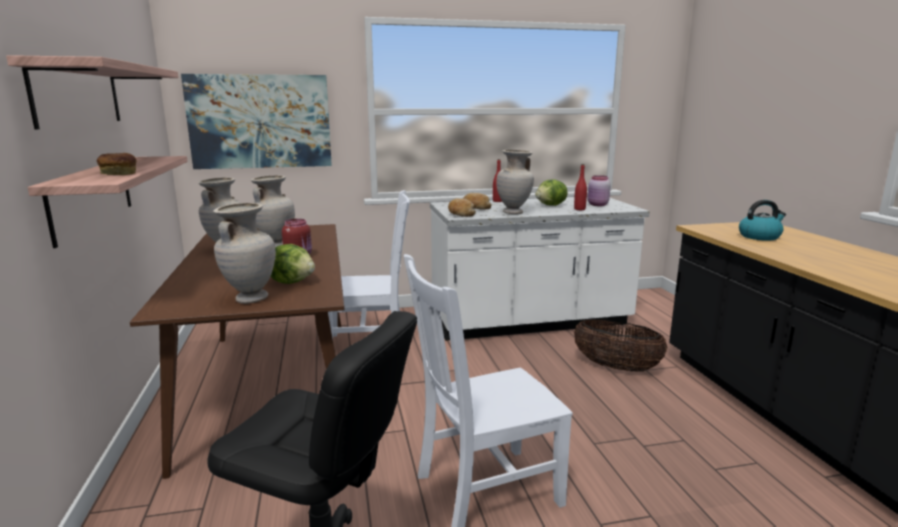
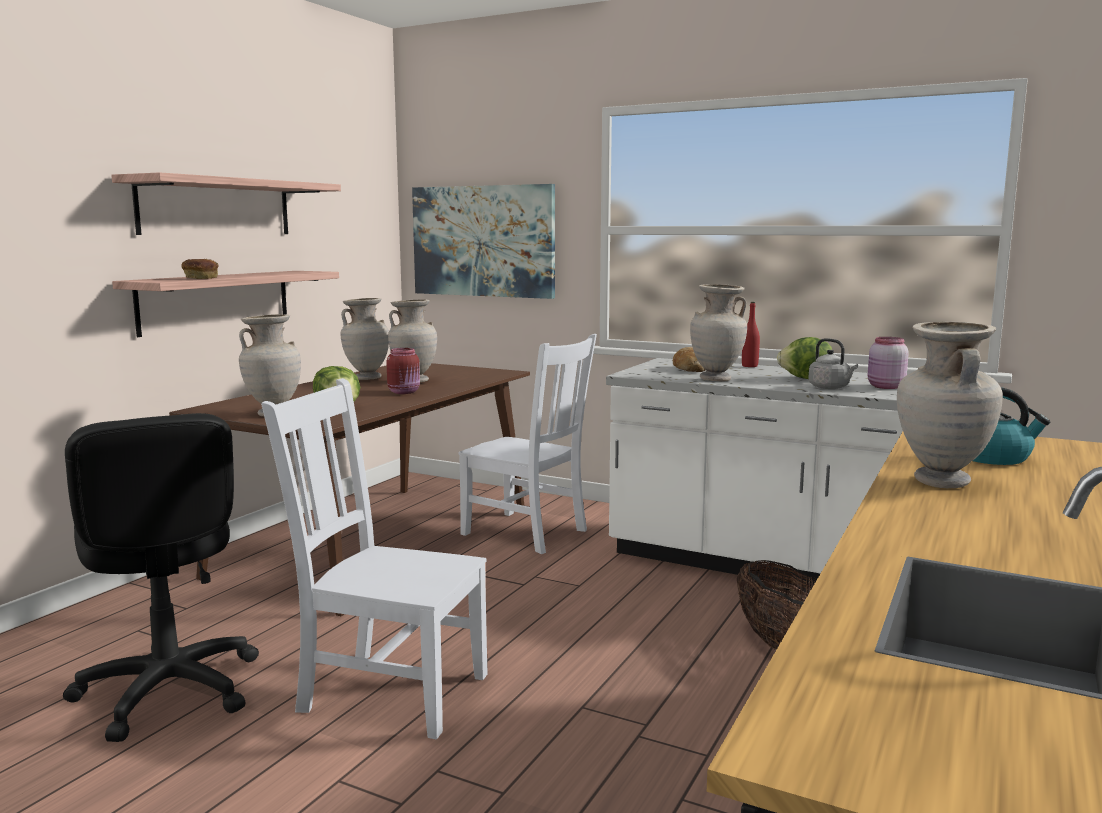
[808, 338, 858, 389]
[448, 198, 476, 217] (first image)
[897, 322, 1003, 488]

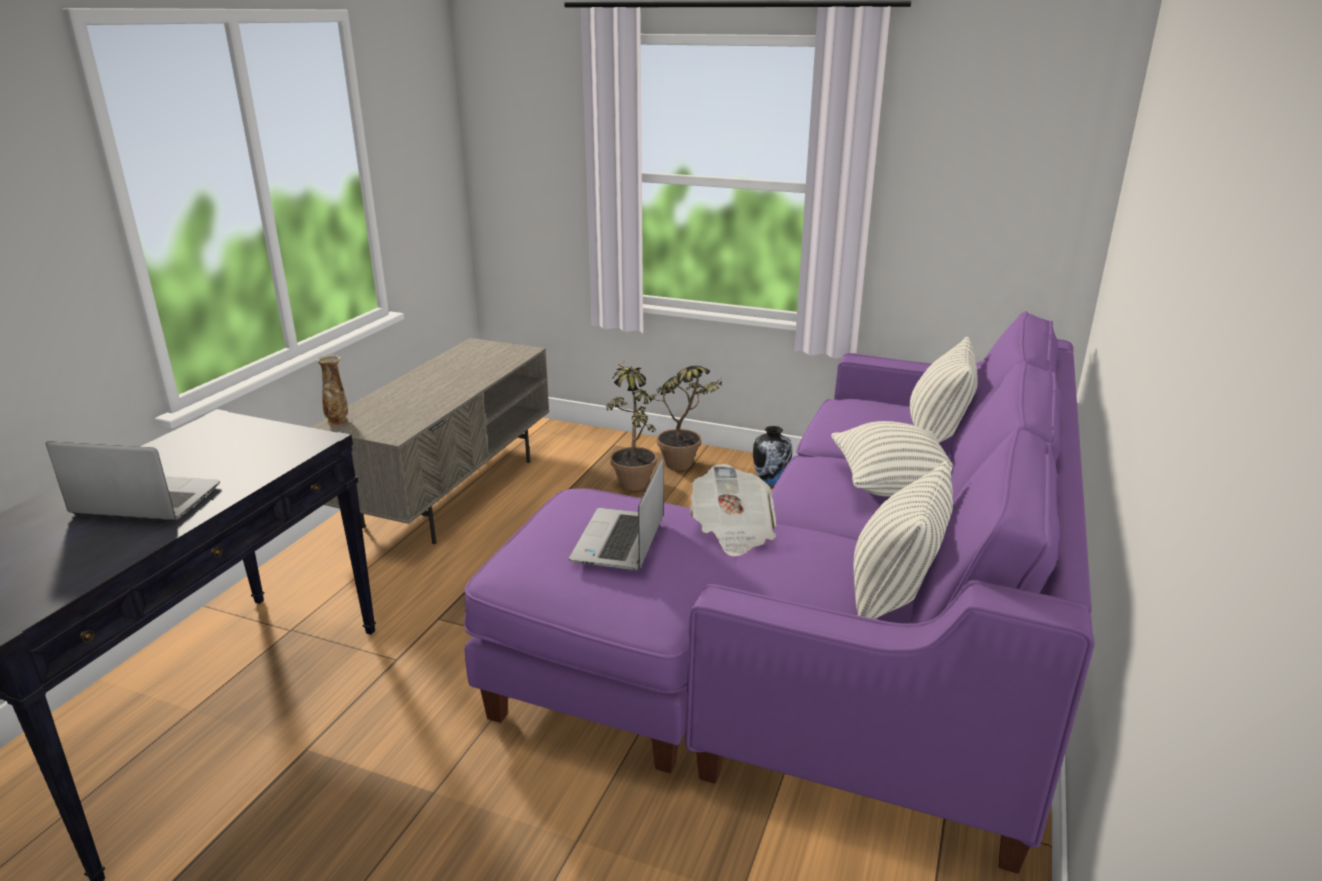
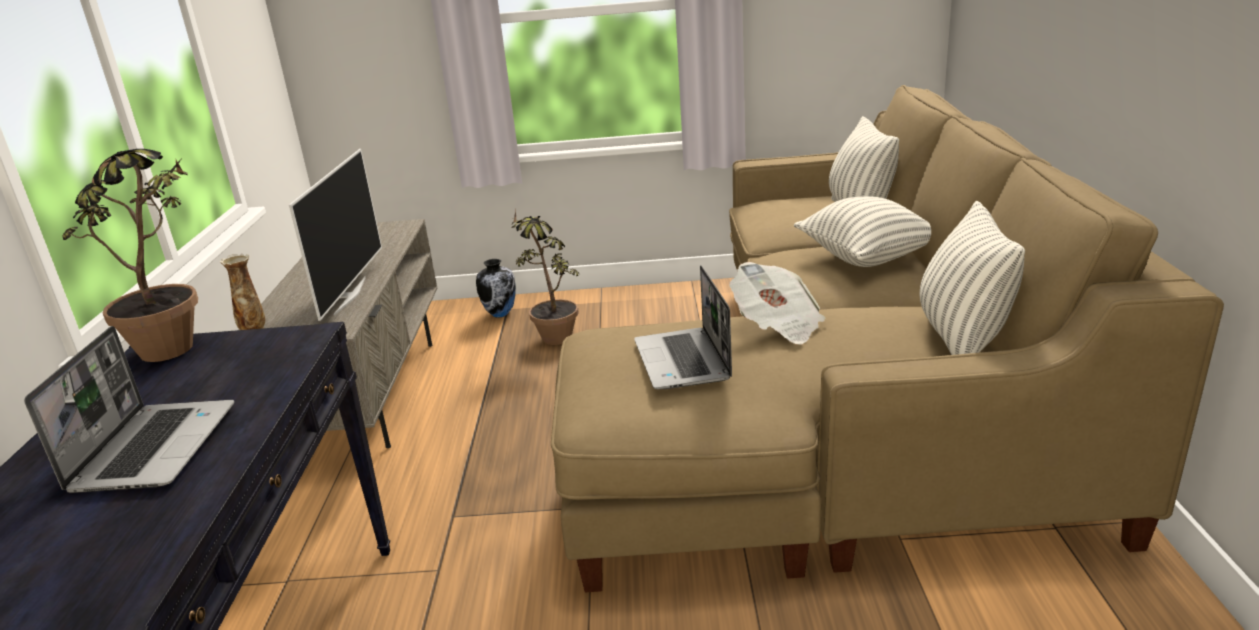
[551, 85, 1224, 592]
[62, 149, 198, 362]
[476, 259, 516, 318]
[24, 326, 234, 493]
[289, 149, 382, 321]

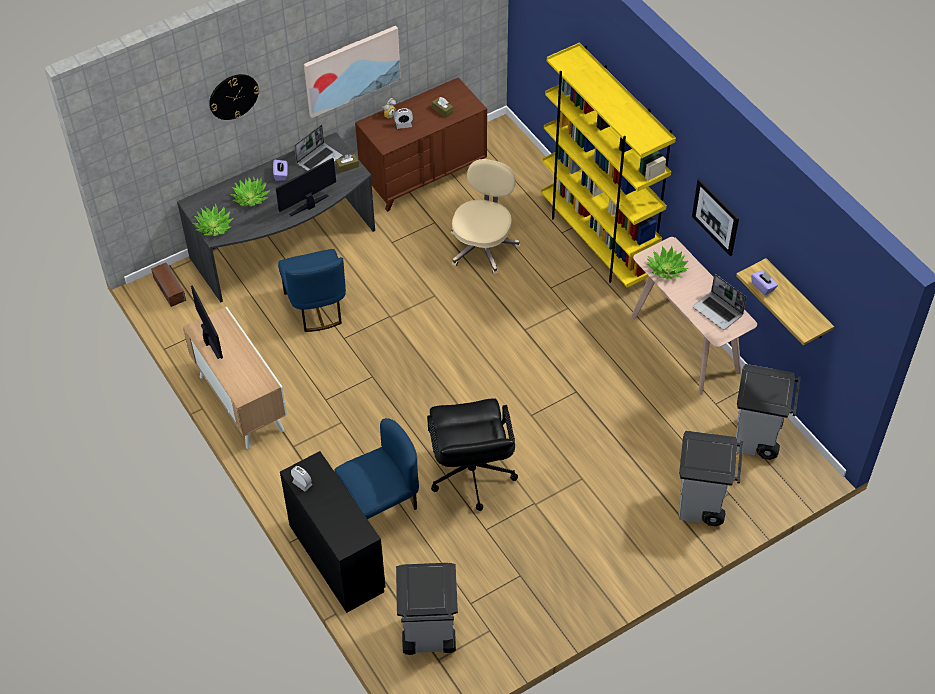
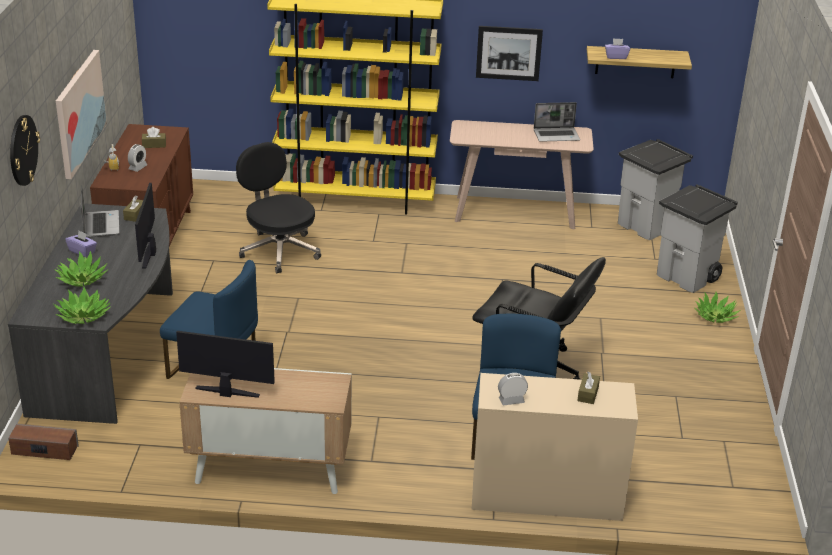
[236, 142, 321, 273]
[694, 292, 740, 323]
[472, 373, 638, 521]
[396, 563, 458, 655] (first image)
[577, 372, 600, 404]

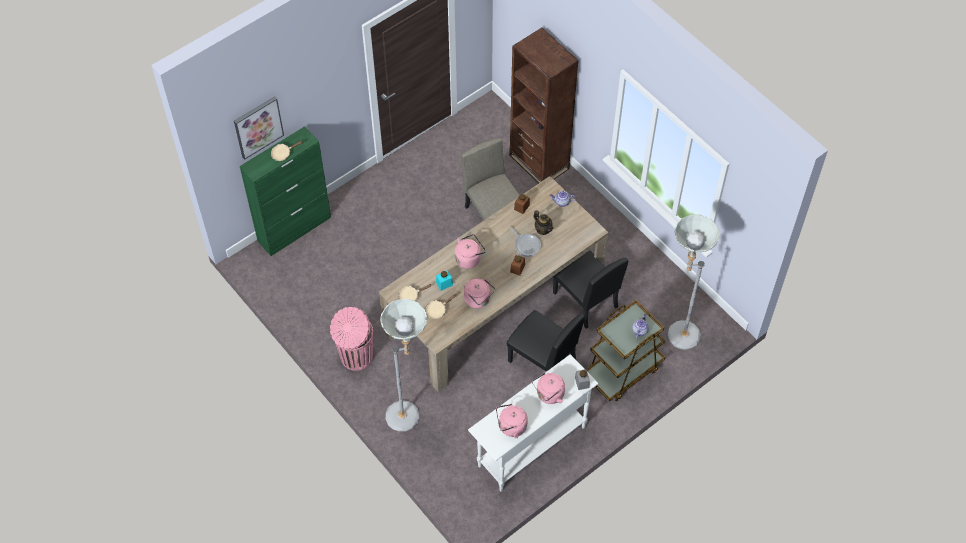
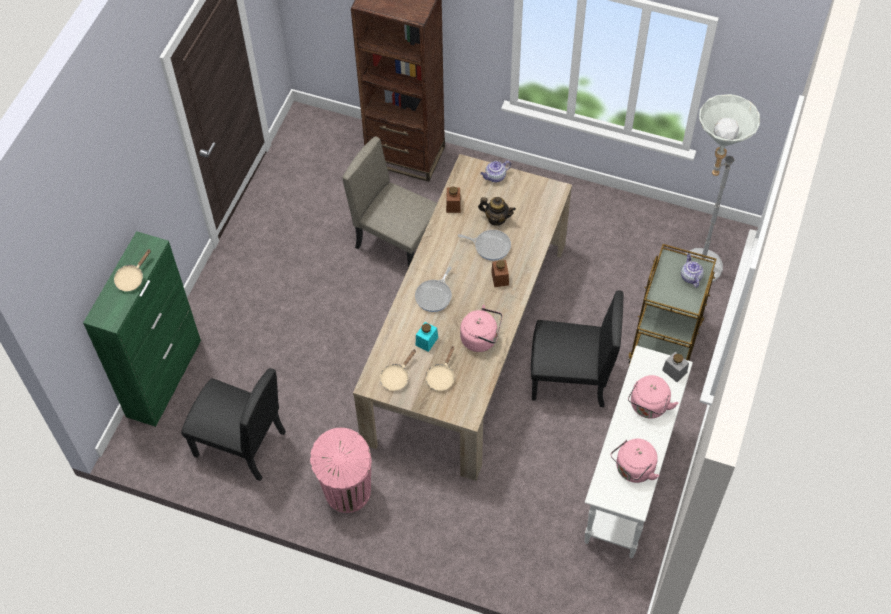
[234, 96, 284, 160] (first image)
[415, 267, 452, 312]
[181, 368, 286, 481]
[381, 299, 427, 432] (first image)

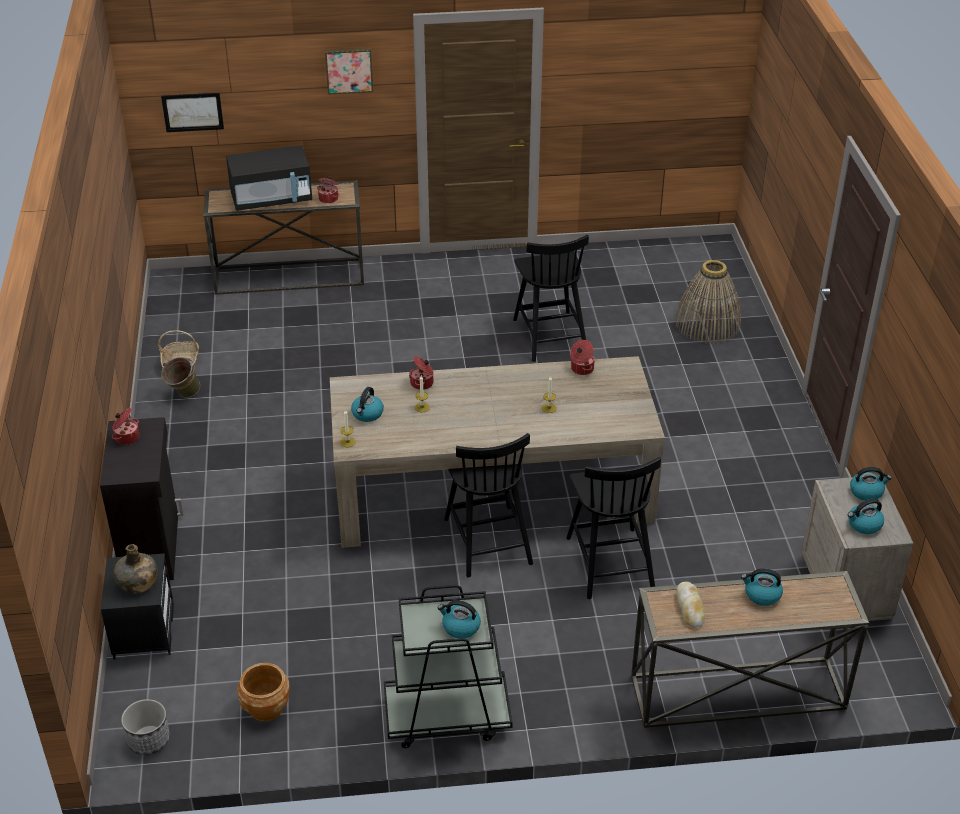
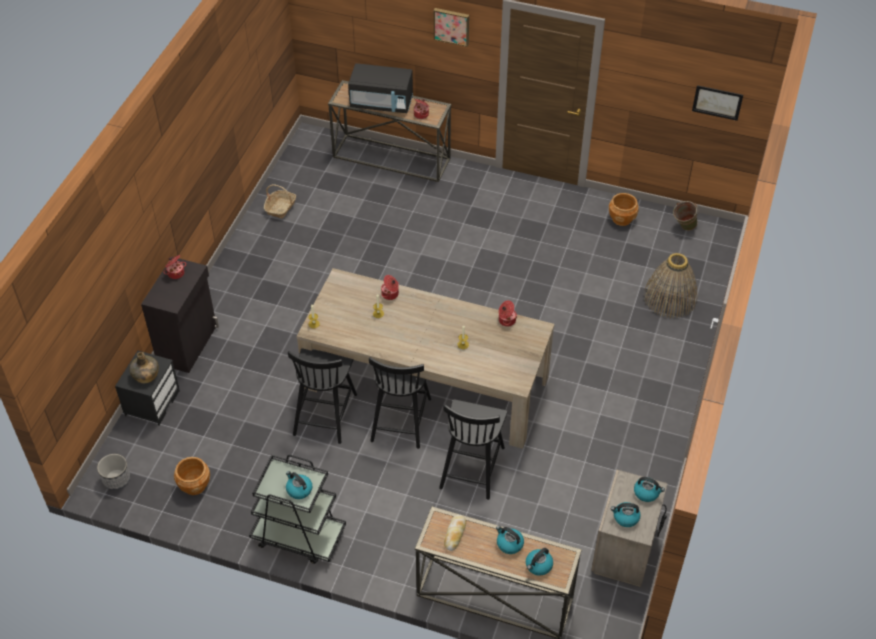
[692, 85, 743, 121]
[288, 348, 357, 444]
[673, 201, 699, 231]
[526, 548, 553, 576]
[609, 193, 639, 226]

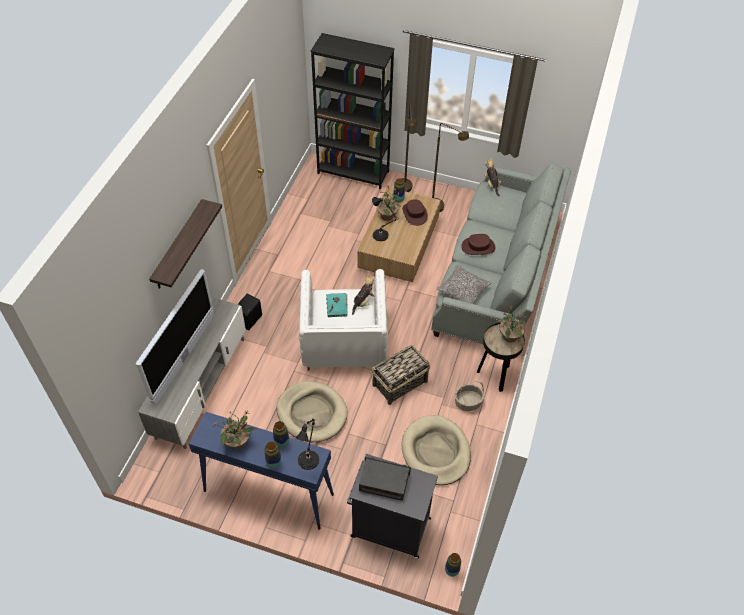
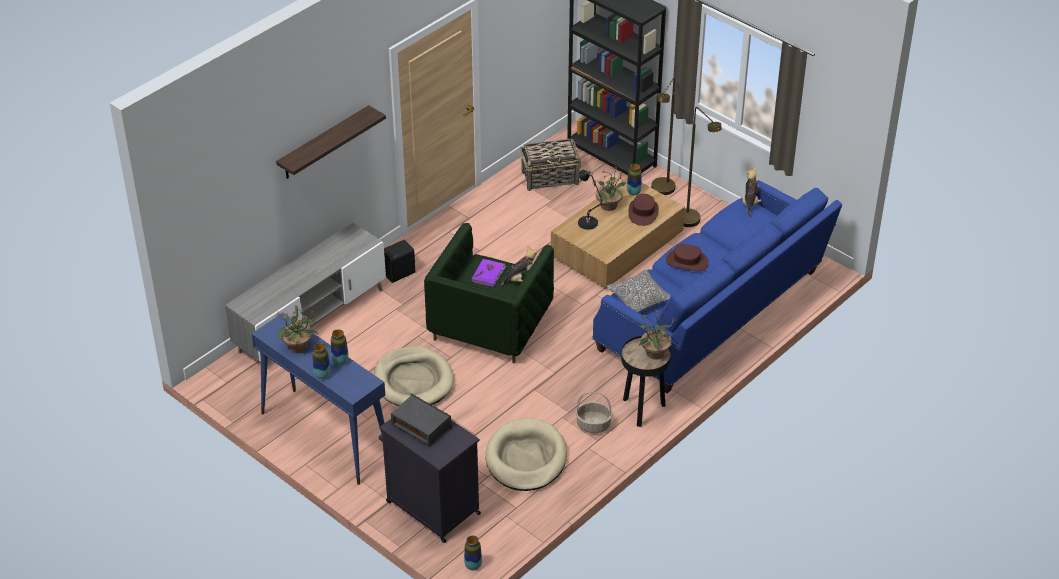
[592, 180, 842, 393]
[136, 269, 214, 403] (first image)
[424, 223, 554, 364]
[471, 259, 506, 287]
[521, 139, 581, 191]
[296, 418, 319, 470] (first image)

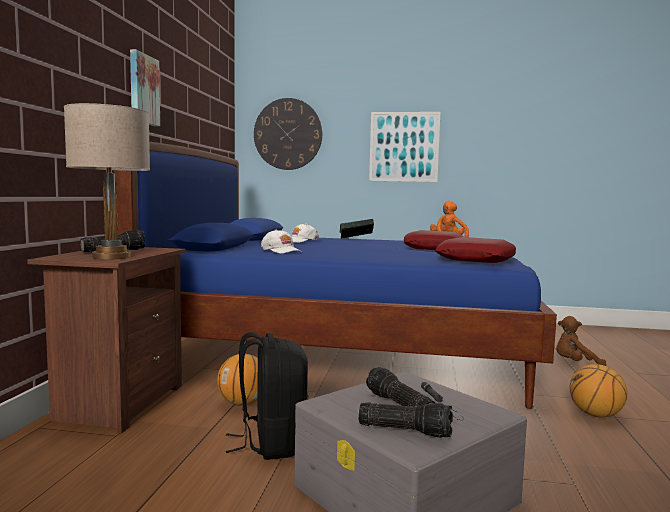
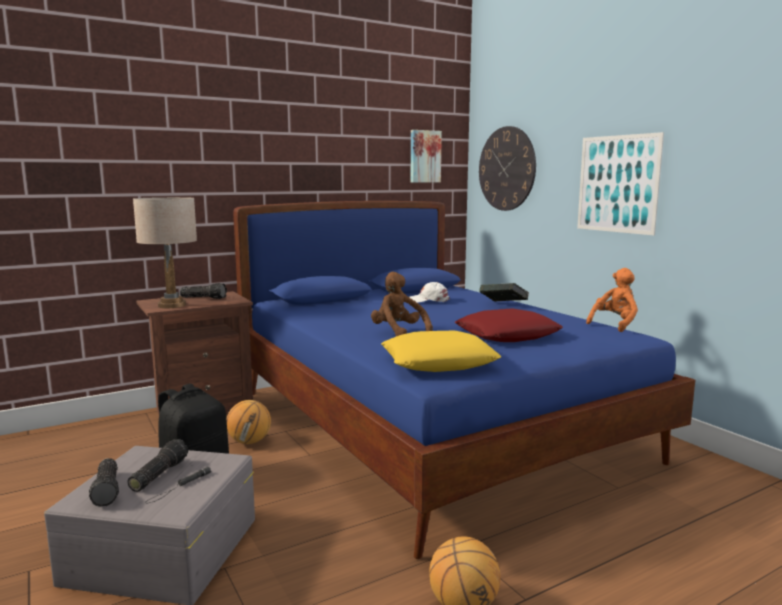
[411, 130, 442, 183]
[261, 229, 302, 253] (first image)
[381, 330, 501, 372]
[371, 272, 433, 336]

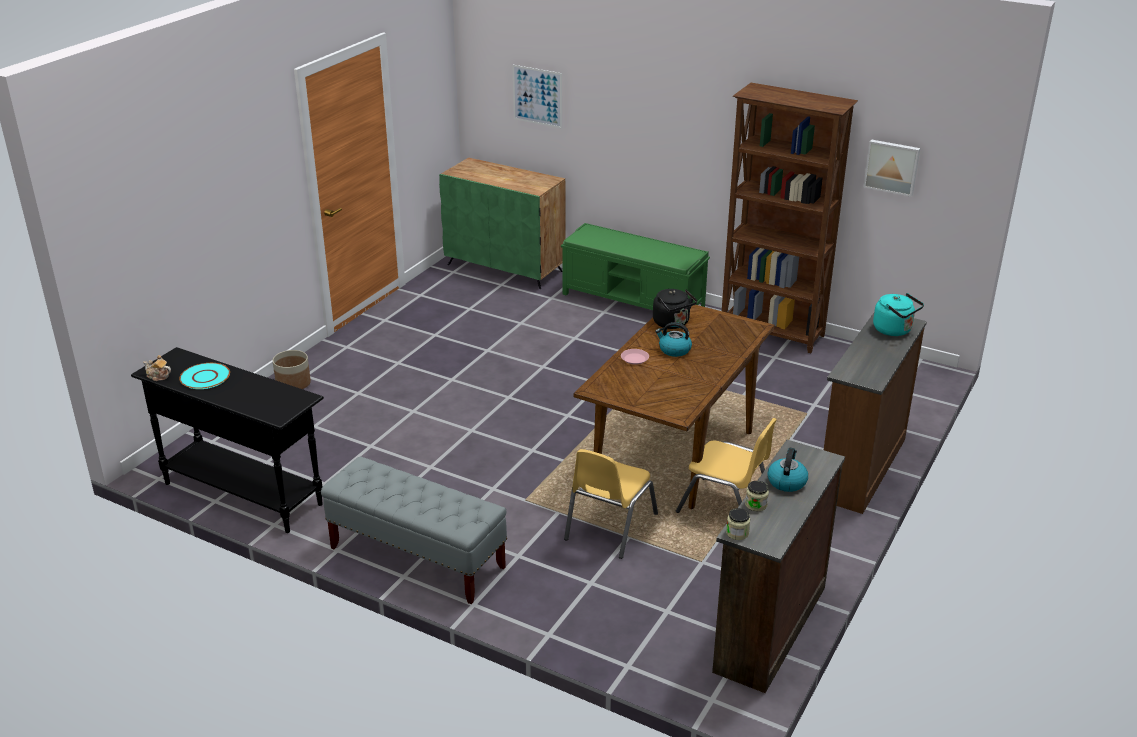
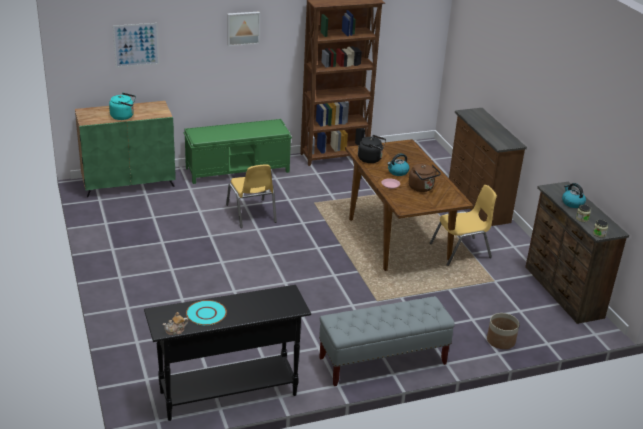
[227, 12, 260, 46]
[109, 93, 136, 120]
[487, 313, 519, 349]
[226, 164, 277, 228]
[409, 164, 441, 192]

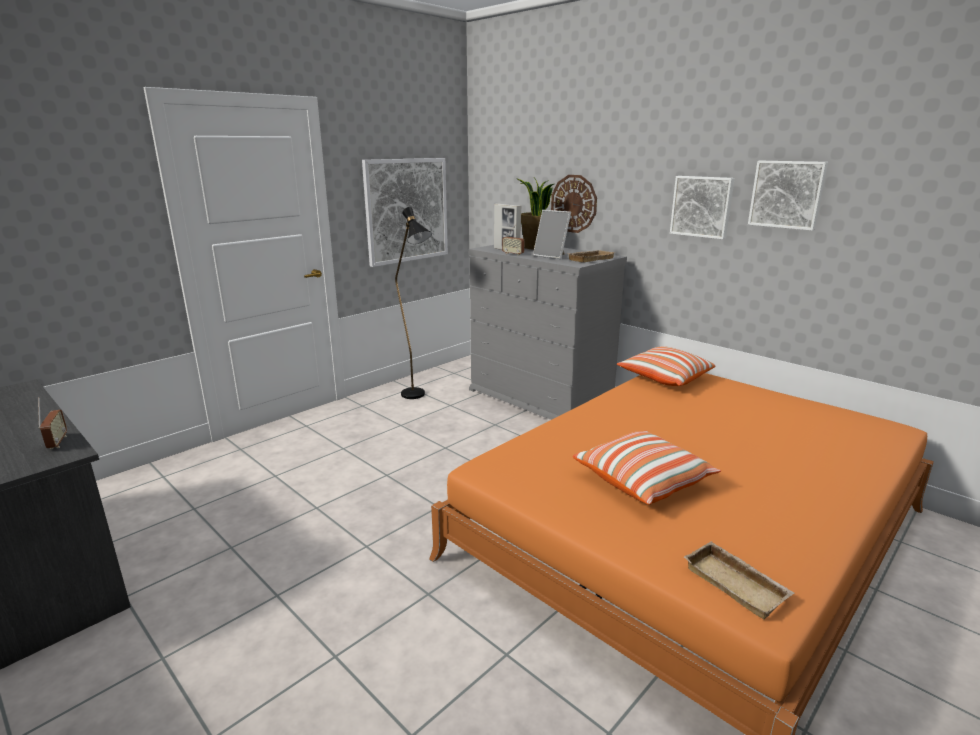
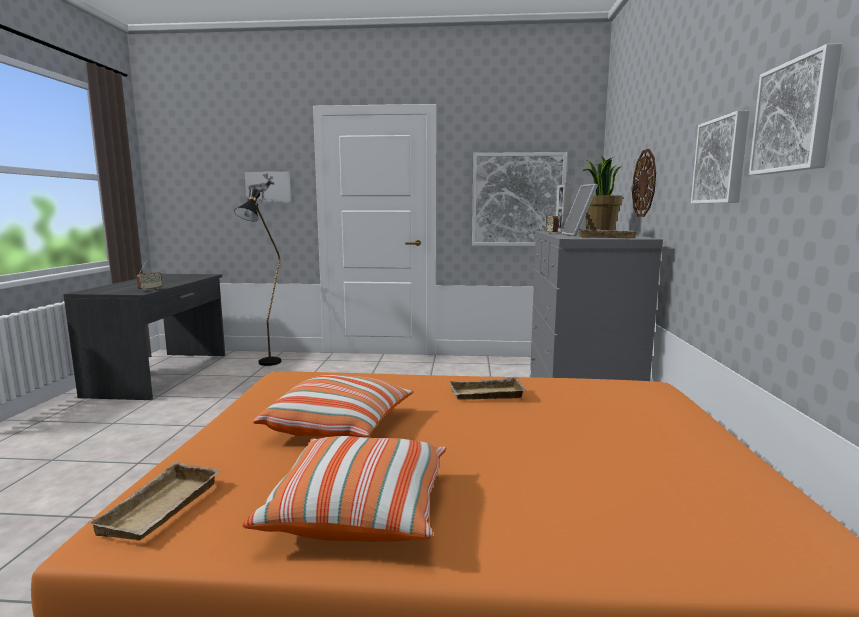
[234, 189, 281, 366]
[242, 436, 446, 542]
[245, 171, 291, 203]
[449, 377, 526, 400]

